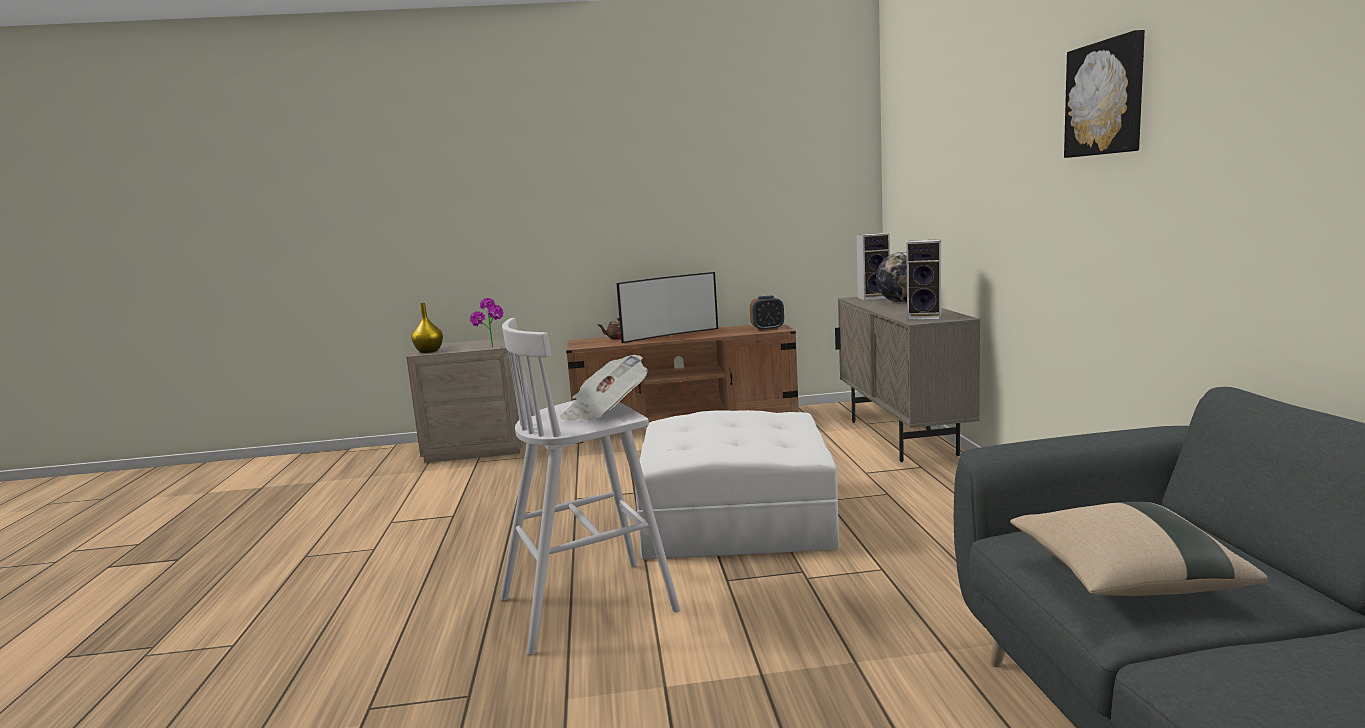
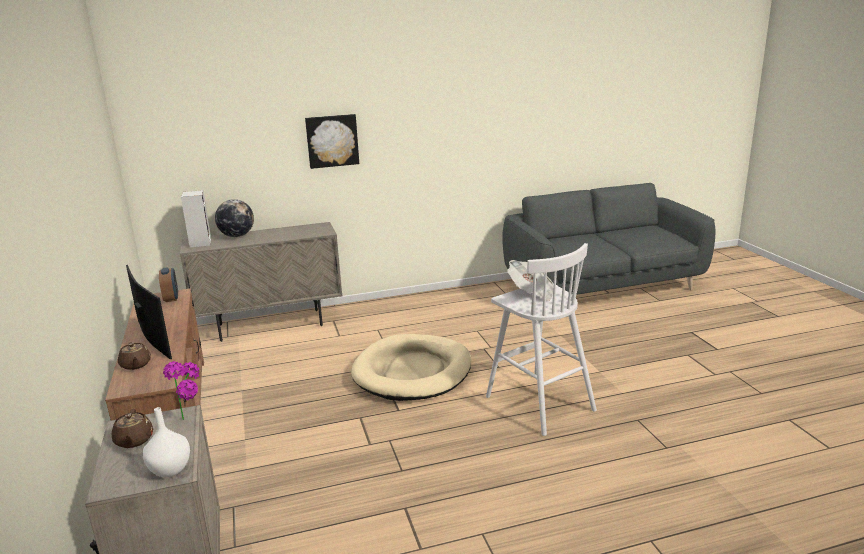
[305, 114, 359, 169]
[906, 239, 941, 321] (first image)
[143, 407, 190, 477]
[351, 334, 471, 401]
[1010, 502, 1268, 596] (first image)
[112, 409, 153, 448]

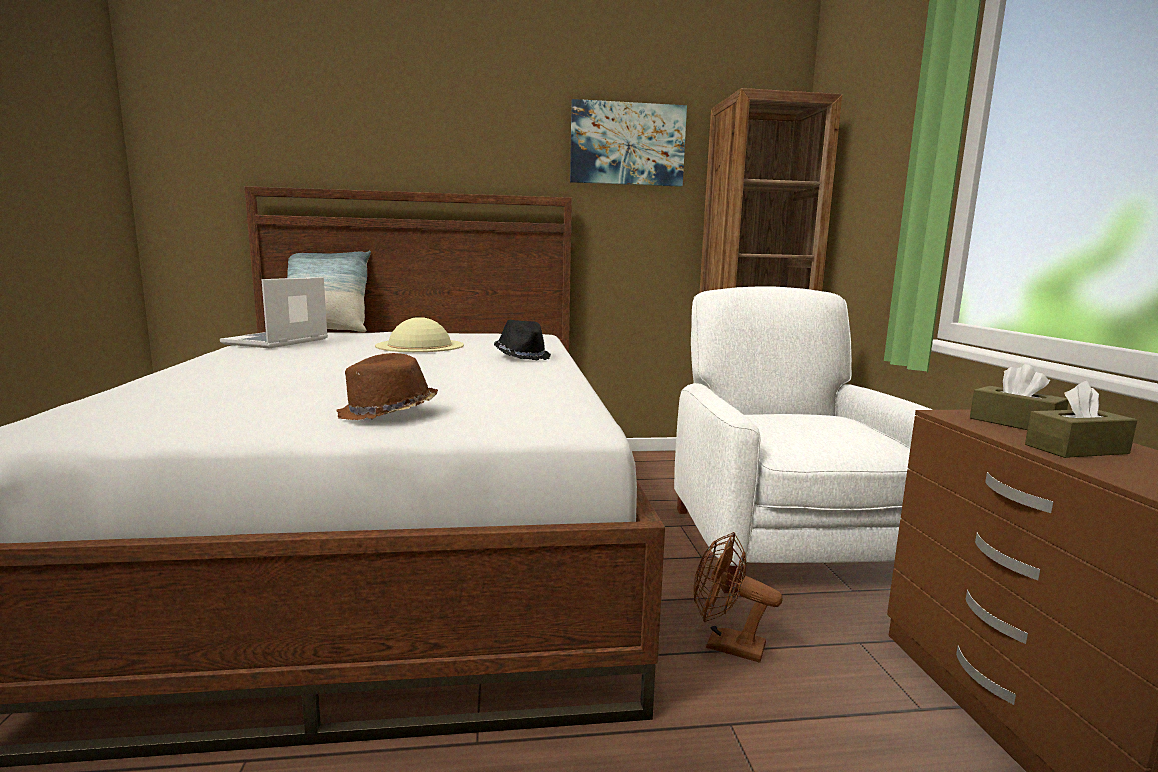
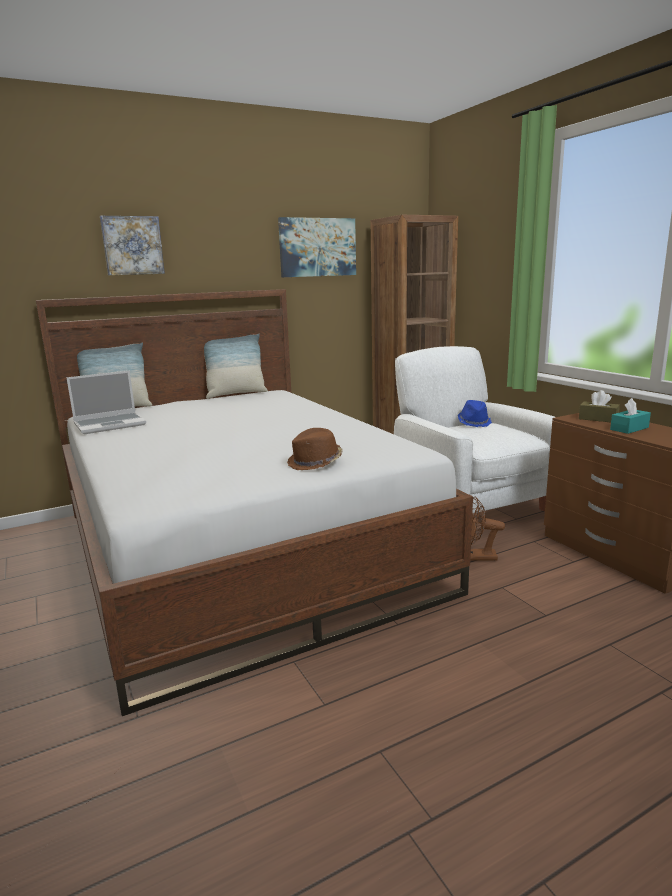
[66, 371, 146, 434]
[375, 317, 464, 352] (first image)
[494, 320, 551, 360] (first image)
[610, 398, 651, 434]
[100, 216, 165, 275]
[204, 334, 268, 399]
[458, 400, 492, 427]

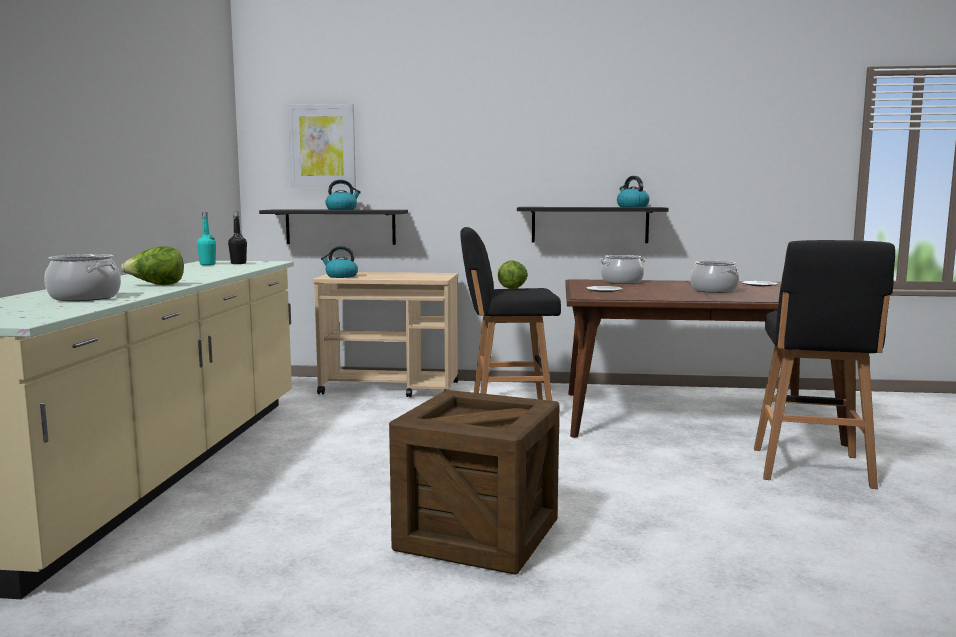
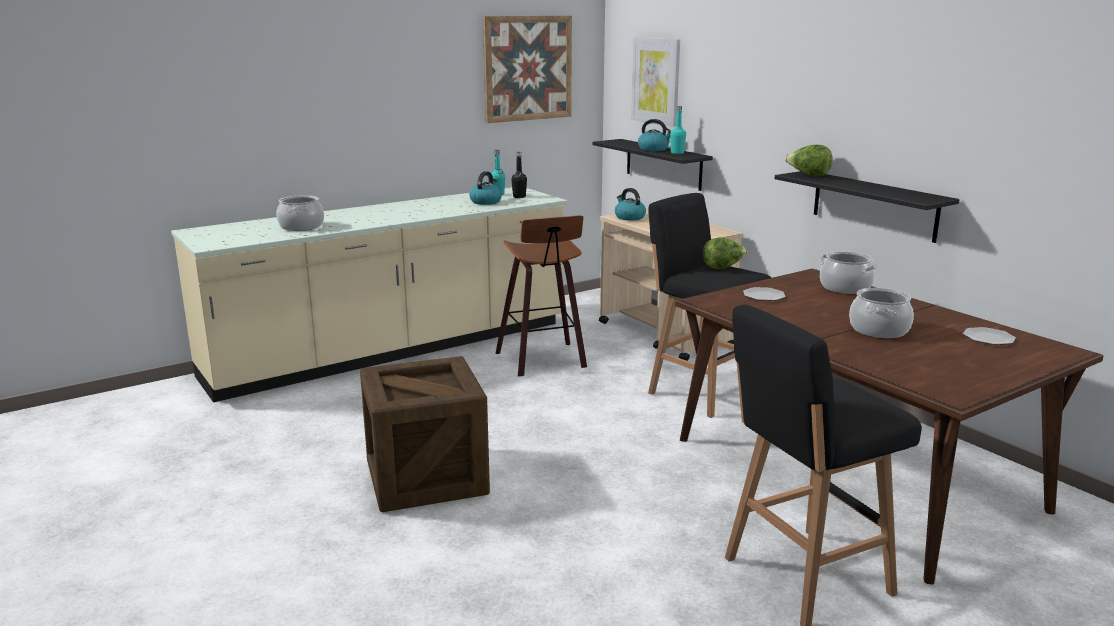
[469, 171, 502, 205]
[785, 144, 833, 176]
[483, 16, 572, 123]
[670, 106, 686, 154]
[496, 215, 587, 376]

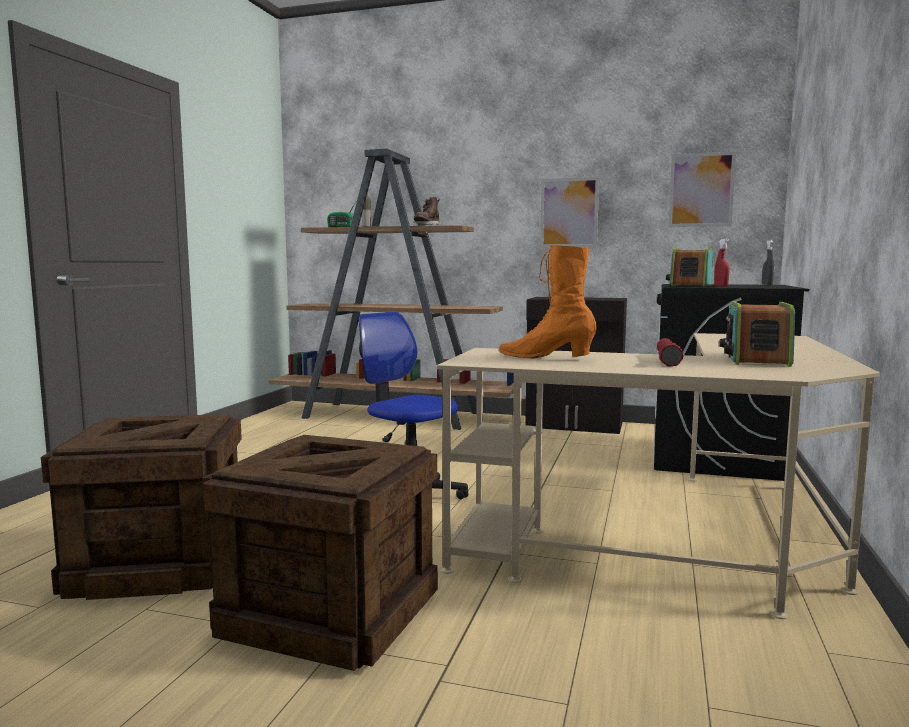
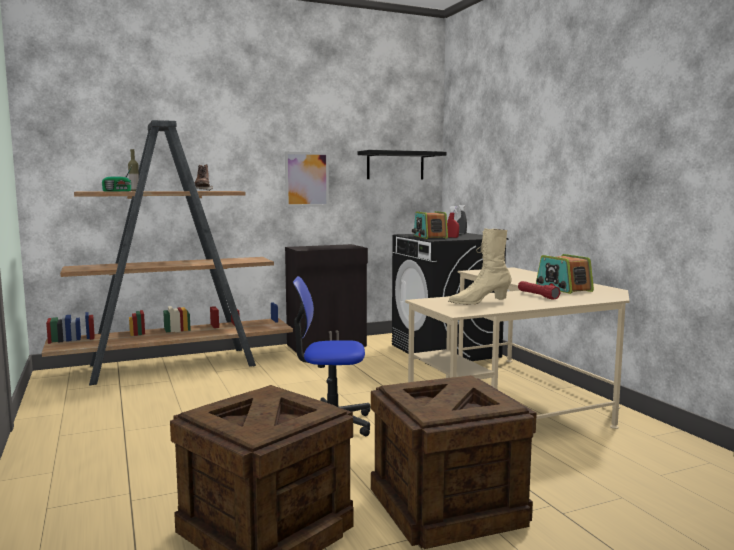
[358, 150, 447, 179]
[448, 228, 512, 305]

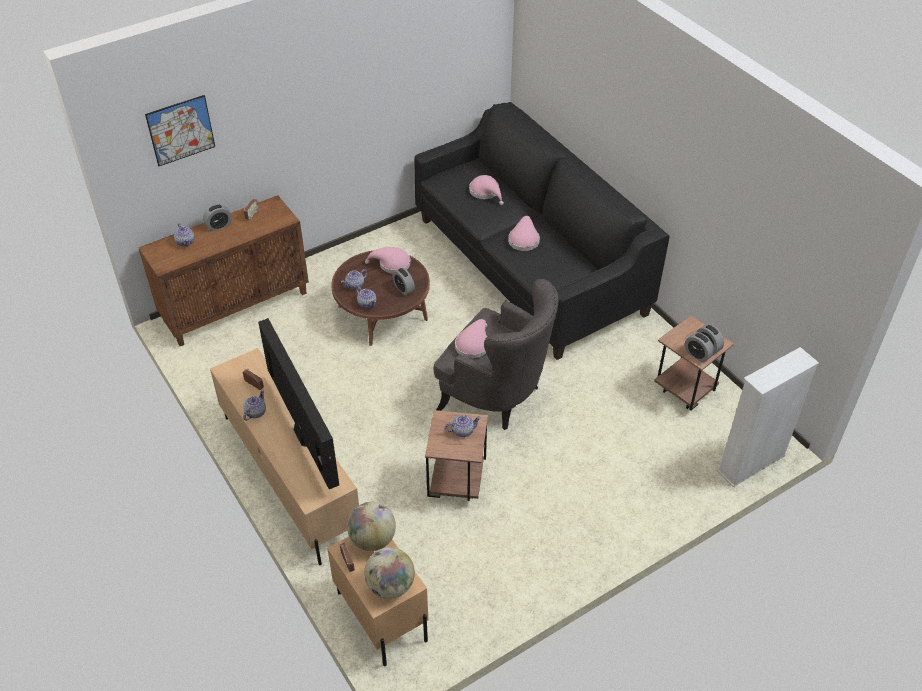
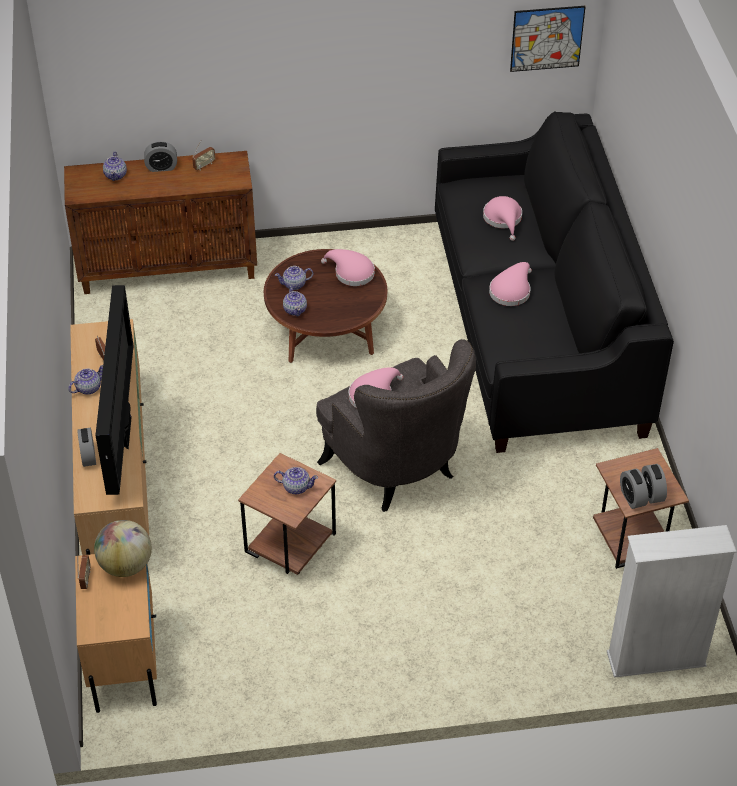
[510, 6, 586, 72]
[77, 428, 96, 467]
[364, 547, 415, 599] (first image)

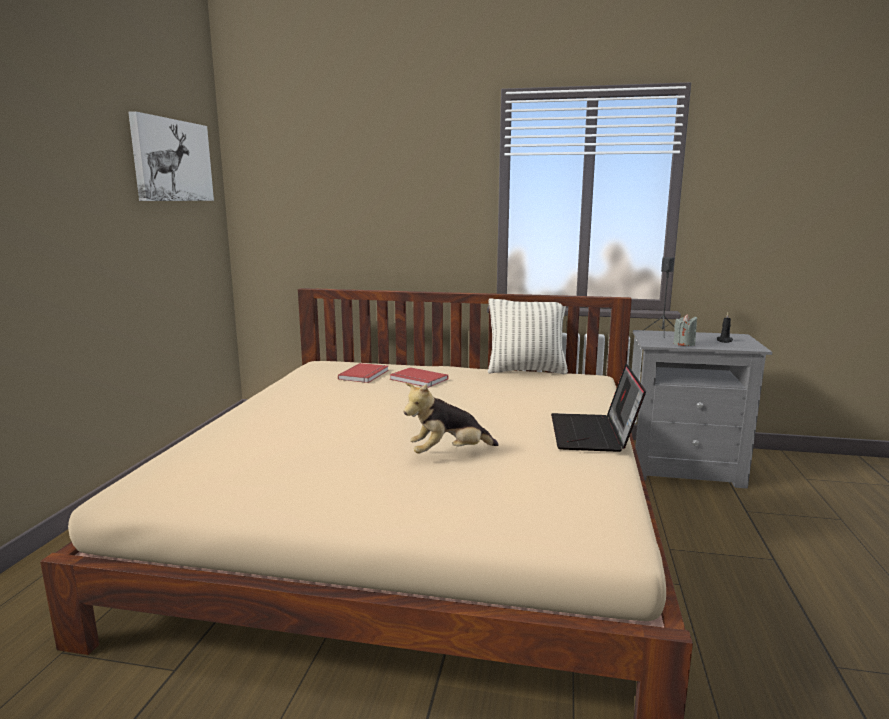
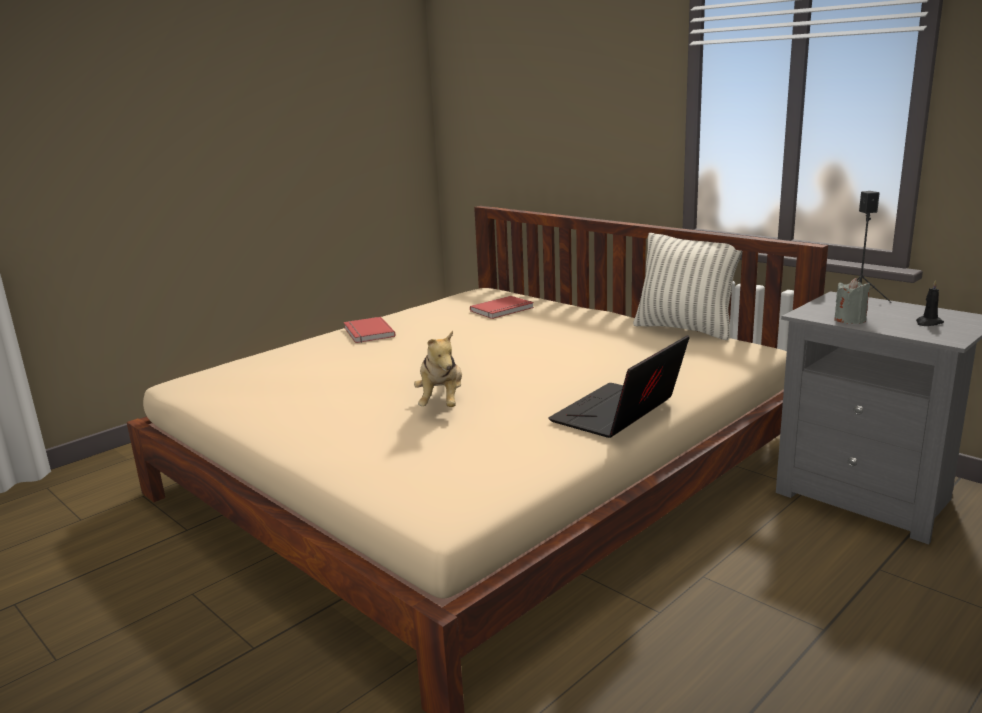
[128, 111, 214, 201] (first image)
[344, 317, 395, 343]
[414, 331, 462, 407]

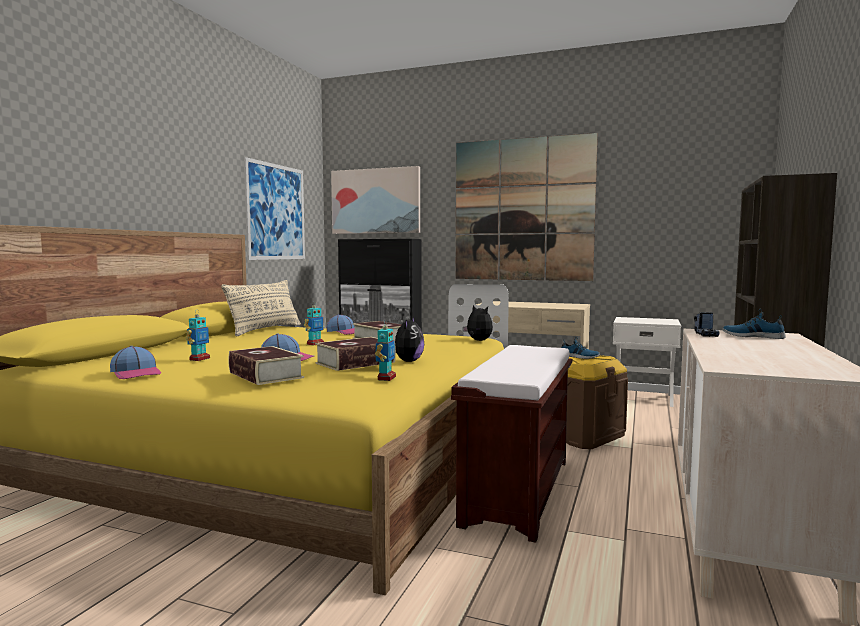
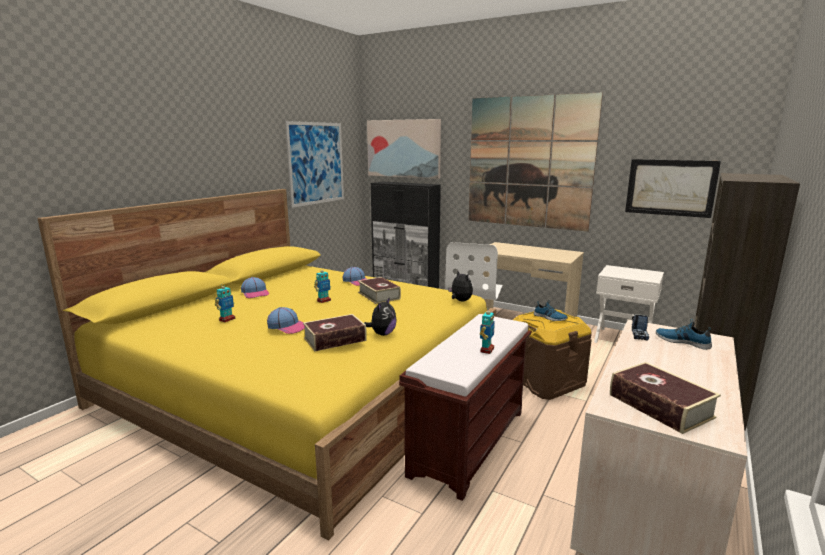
[221, 280, 301, 336] (first image)
[480, 310, 495, 354]
[241, 277, 269, 298]
[610, 362, 721, 434]
[625, 159, 721, 218]

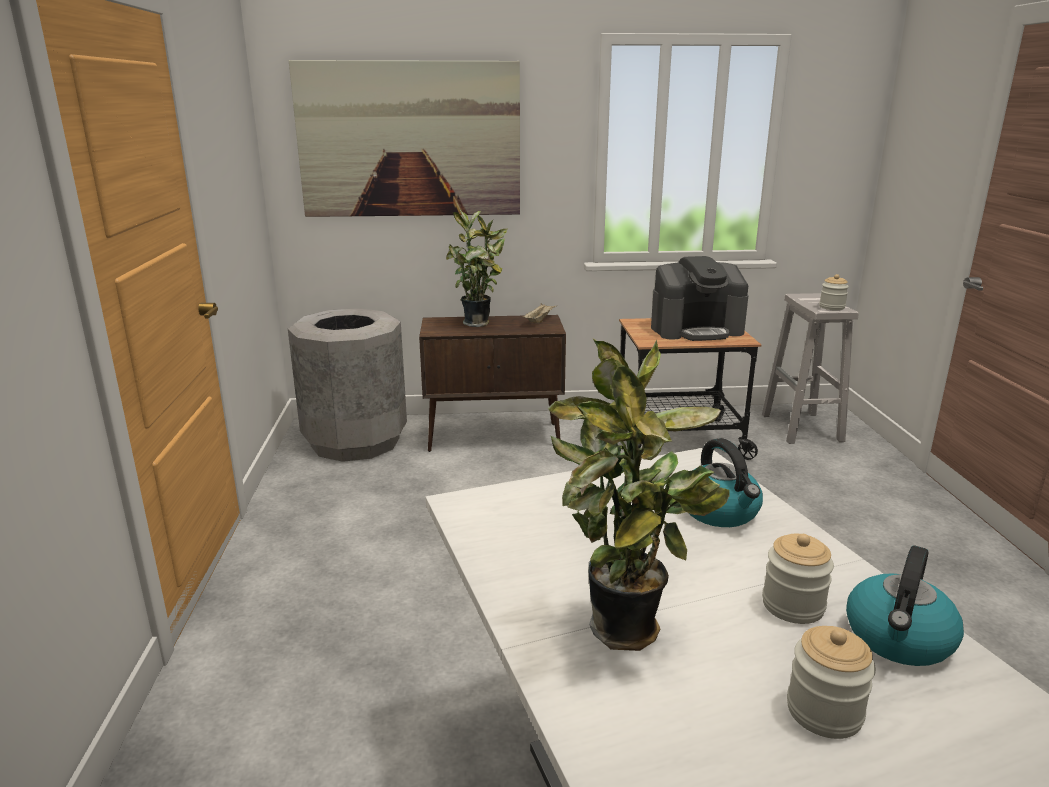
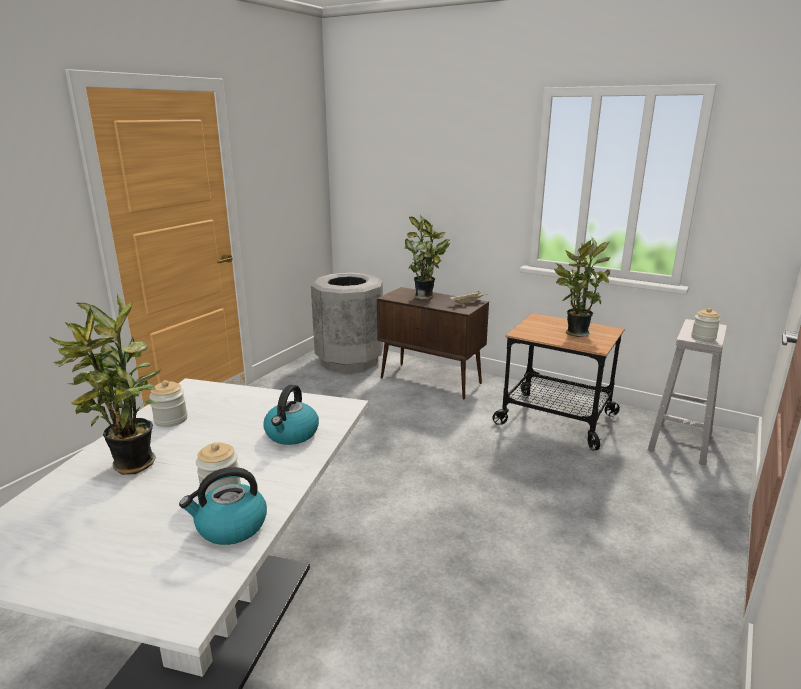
[289, 60, 520, 217] (first image)
[554, 237, 611, 337]
[149, 380, 188, 427]

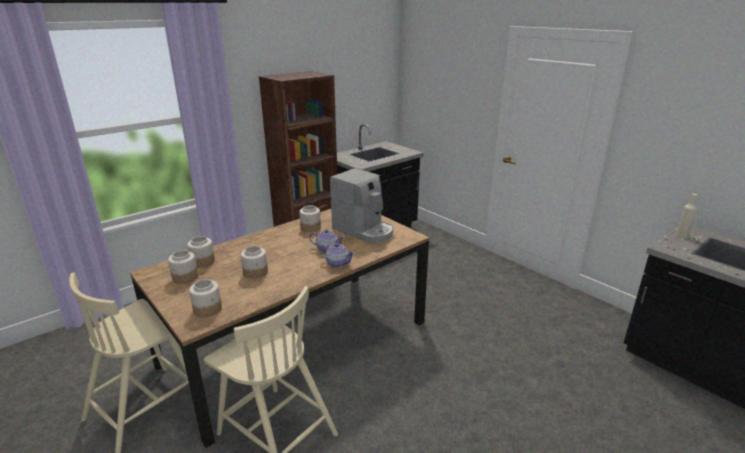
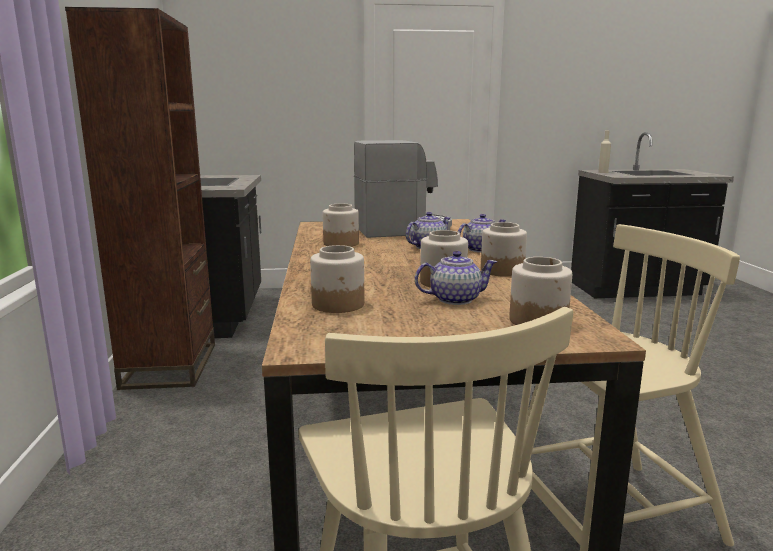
[481, 222, 527, 277]
[415, 251, 497, 305]

